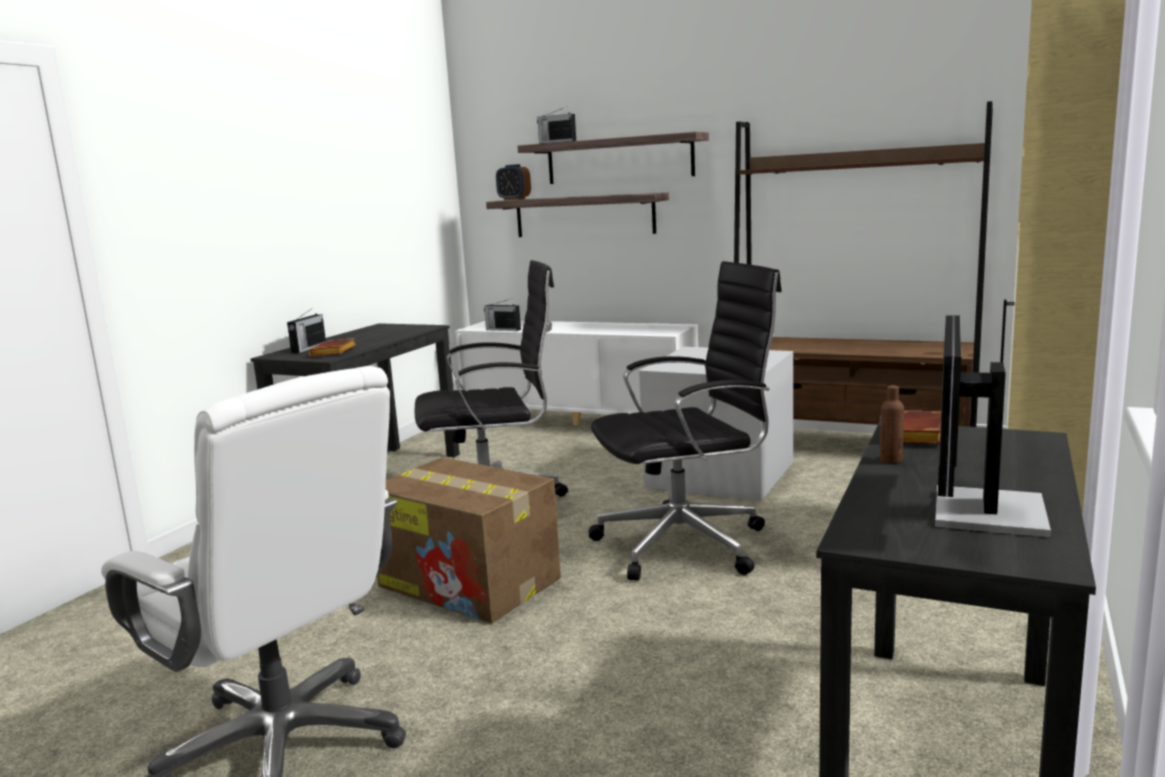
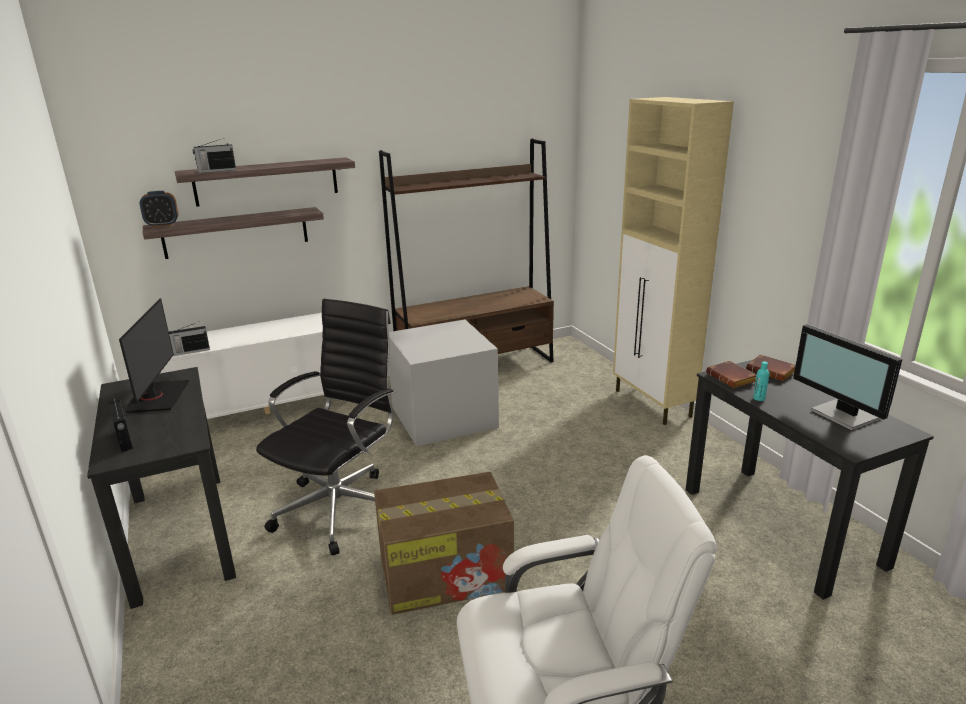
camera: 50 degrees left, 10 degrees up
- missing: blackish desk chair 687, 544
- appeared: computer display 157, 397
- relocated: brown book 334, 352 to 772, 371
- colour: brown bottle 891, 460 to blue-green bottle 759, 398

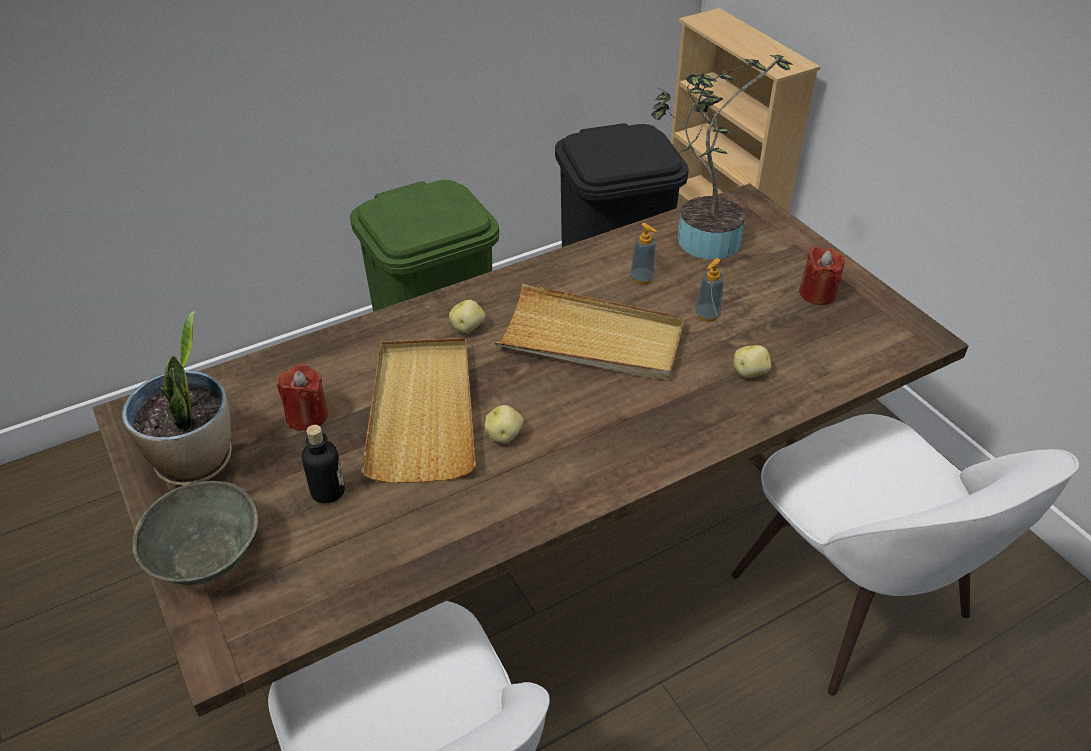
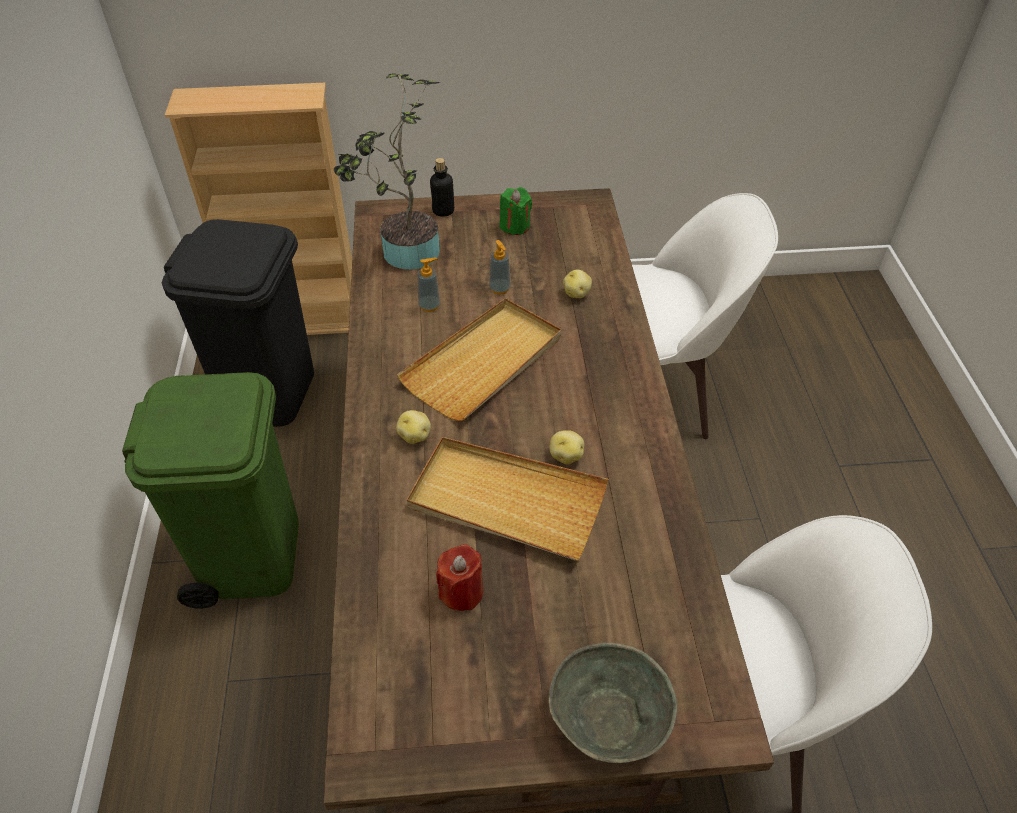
camera: 65 degrees left, 5 degrees up
- missing: houseplant 196, 461
- relocated: bottle 328, 491 to 443, 211
- colour: reddish wax candle 817, 293 to green-coloured wax candle 515, 226

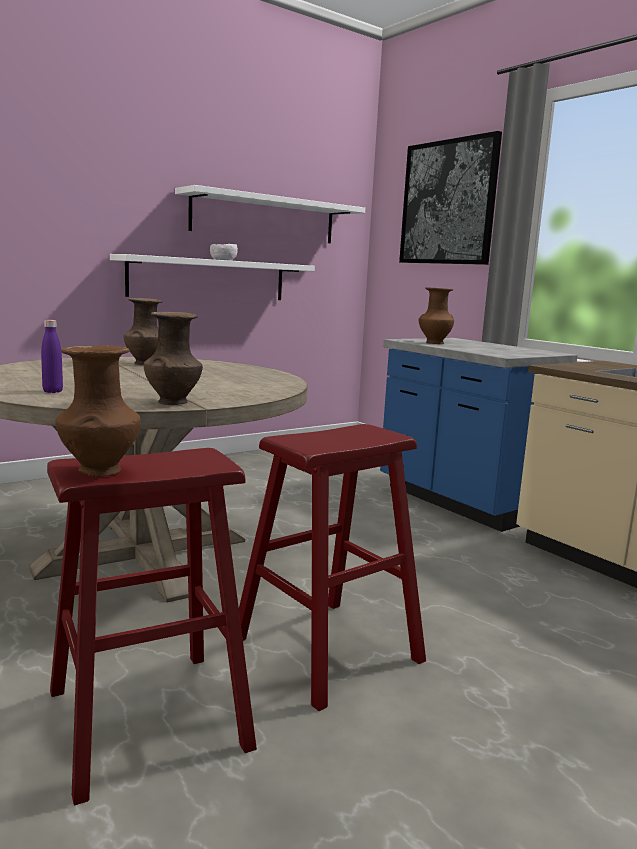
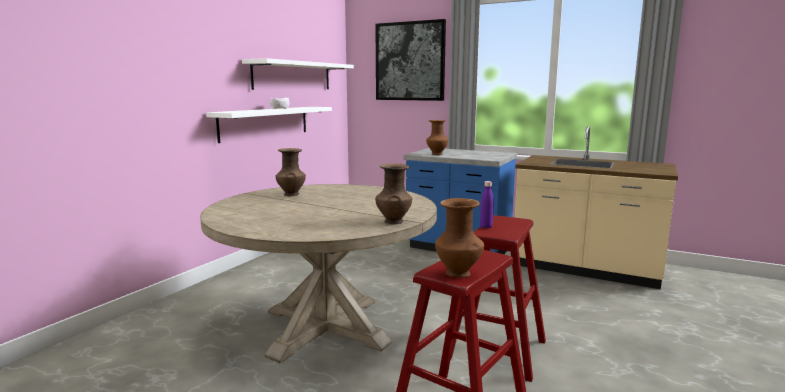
camera: 25 degrees left, 0 degrees up
- relocated: purplish bottle 52, 391 to 486, 227

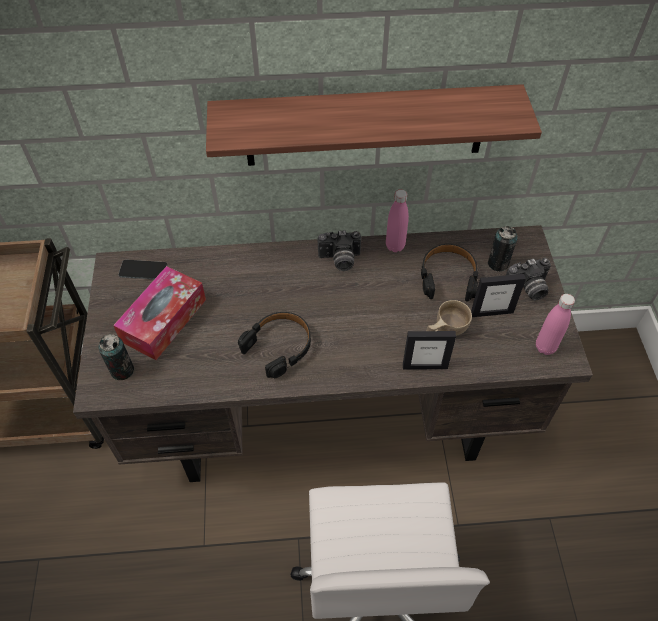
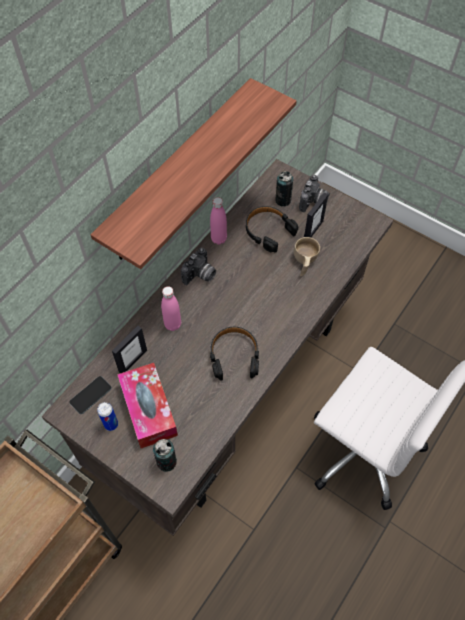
camera: 50 degrees left, 5 degrees up
- appeared: metal can 111, 424
- relocated: picture frame 425, 366 to 133, 361
- relocated: pink bottle 545, 347 to 173, 324

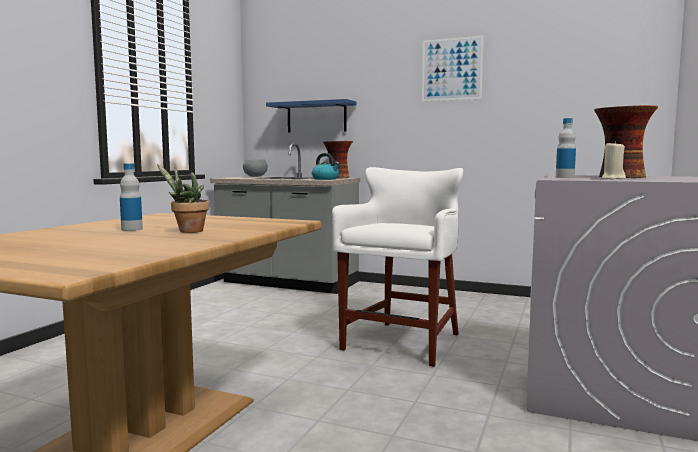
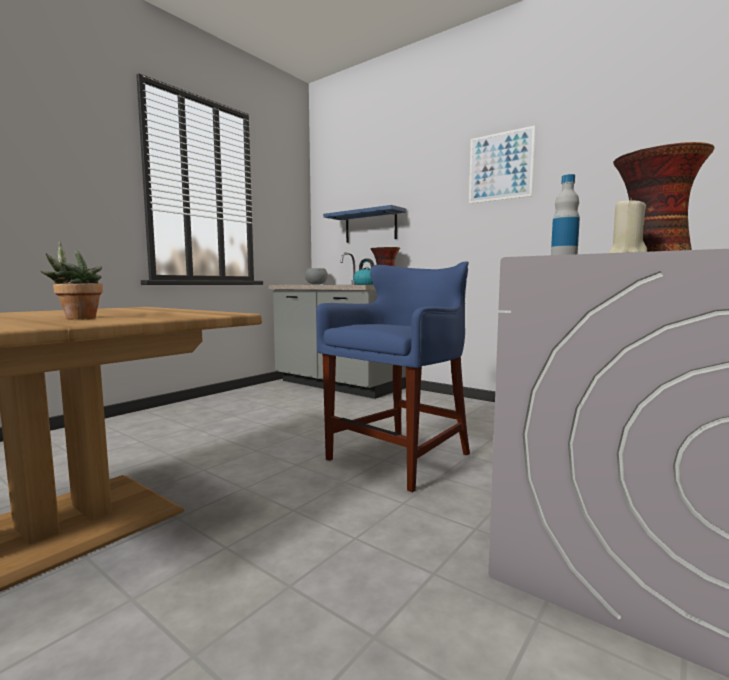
camera: 15 degrees right, 0 degrees up
- missing: bottle 132, 229
- colour: white-coloured sitting stool 403, 343 to bluish sitting stool 399, 458

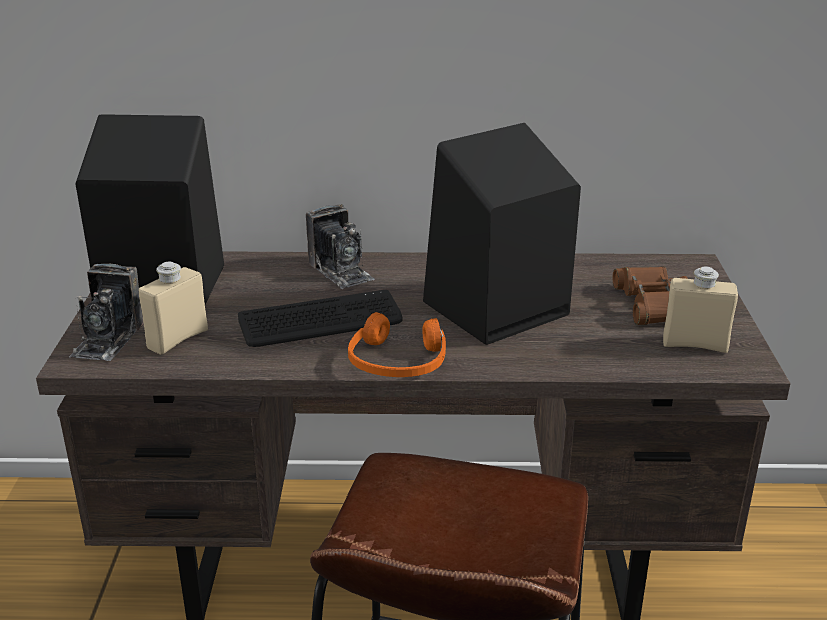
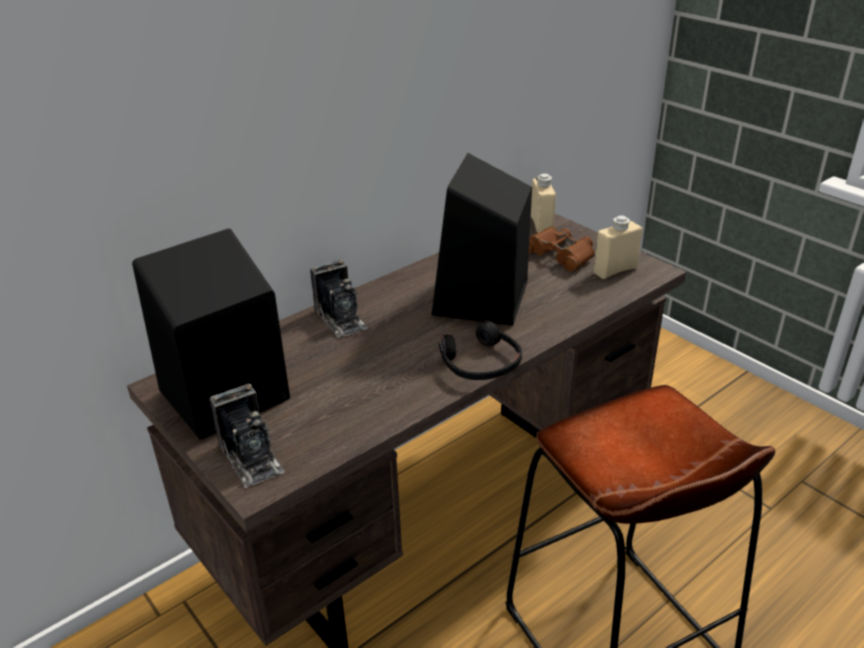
camera: 40 degrees left, 5 degrees up
- missing: computer keyboard 321, 321
- relocated: sand-coloured bottle 177, 339 to 541, 224
- colour: orange headphones 398, 361 to blackish headphones 480, 363
- spun: still camera 341, 271 = 341, 319 45 degrees clockwise

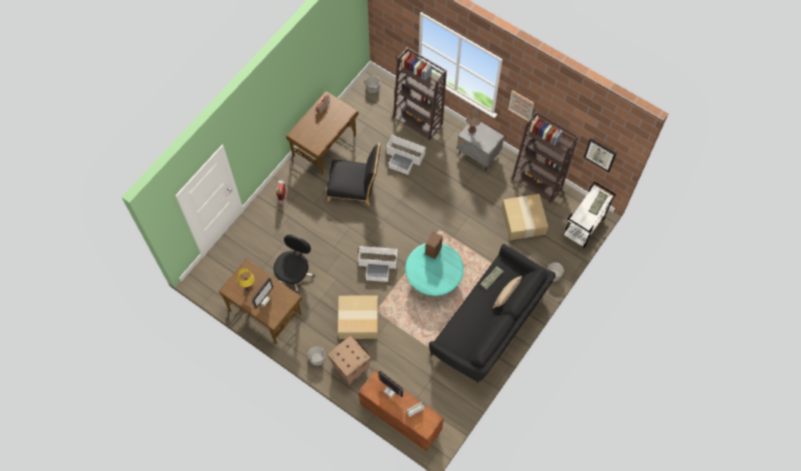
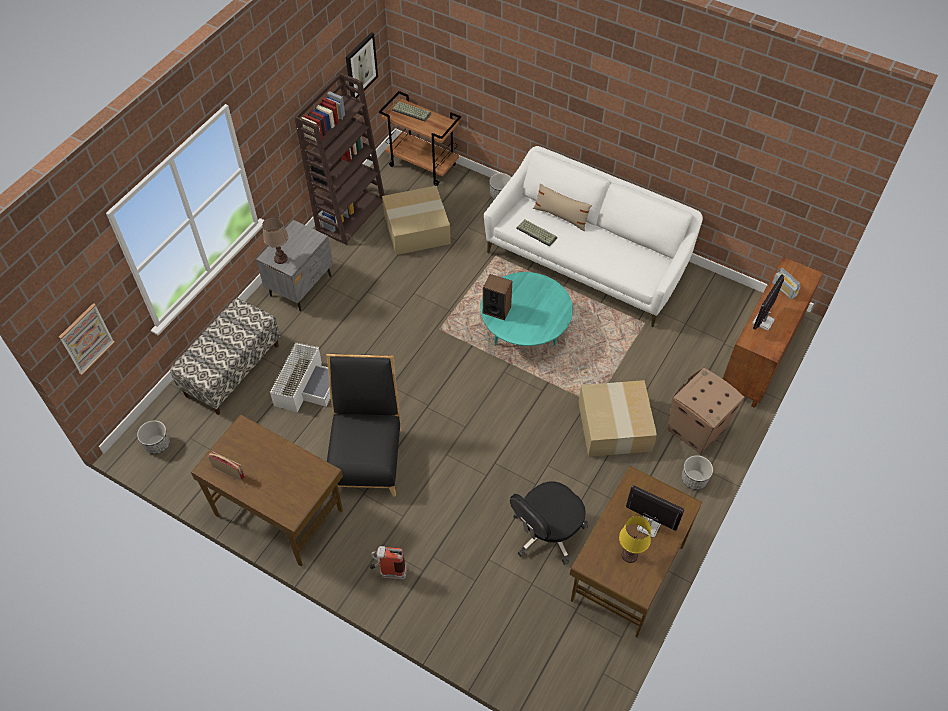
camera: 95 degrees left, 10 degrees down
- missing: white-coloured storage bin 378, 264
- relocated: picture 521, 105 to 86, 338
- exchanged: brown bookshelf 418, 121 to indoor bench 232, 370
- colour: blackish sofa 490, 324 to white-coloured sofa 587, 261
- colour: white-coloured wheeled cart 583, 228 to brown wheeled cart 423, 165
- spun: blackish desk chair 294, 274 = 546, 533 60 degrees counterclockwise

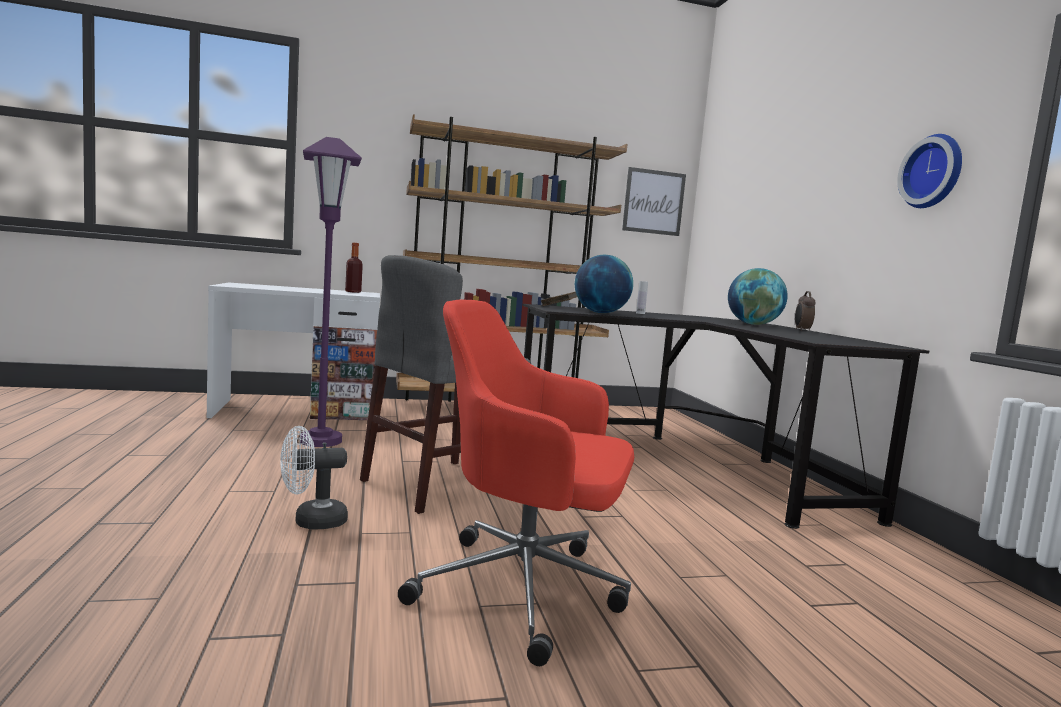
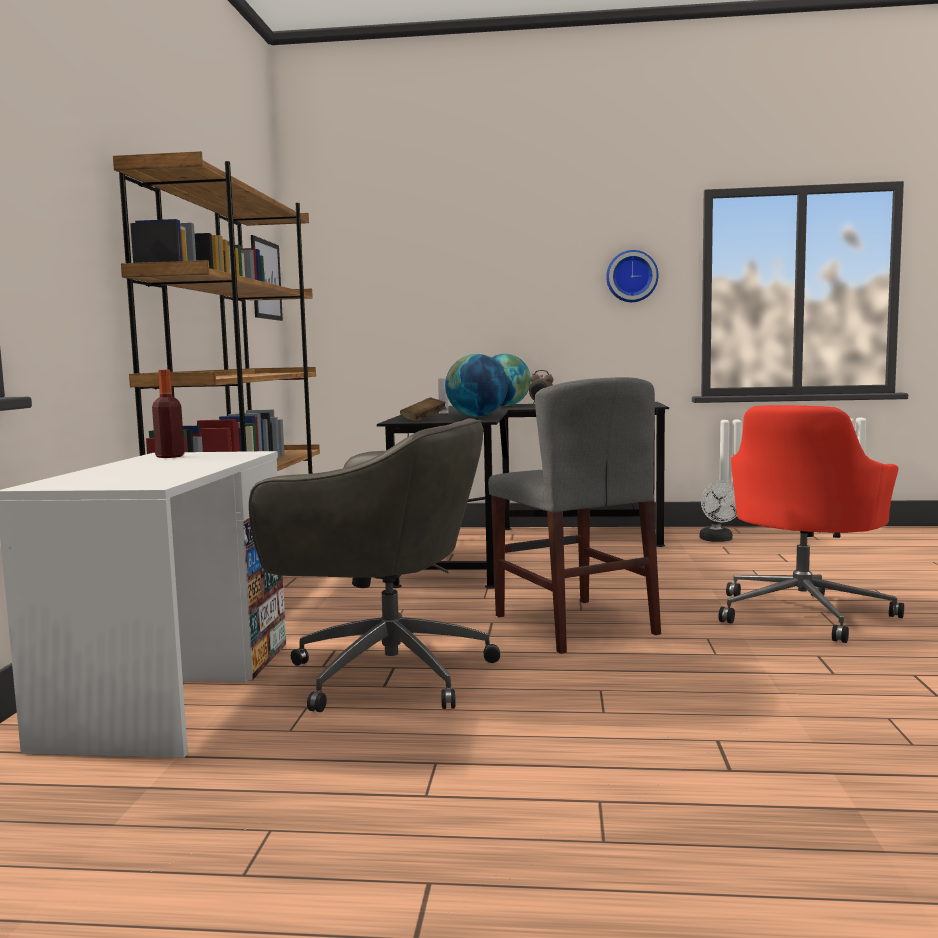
camera: 70 degrees left, 0 degrees up
- relocated: white-coloured electric fan 311, 521 to 718, 540
- exchanged: purplish floor lamp 320, 441 to greyish desk chair 384, 673

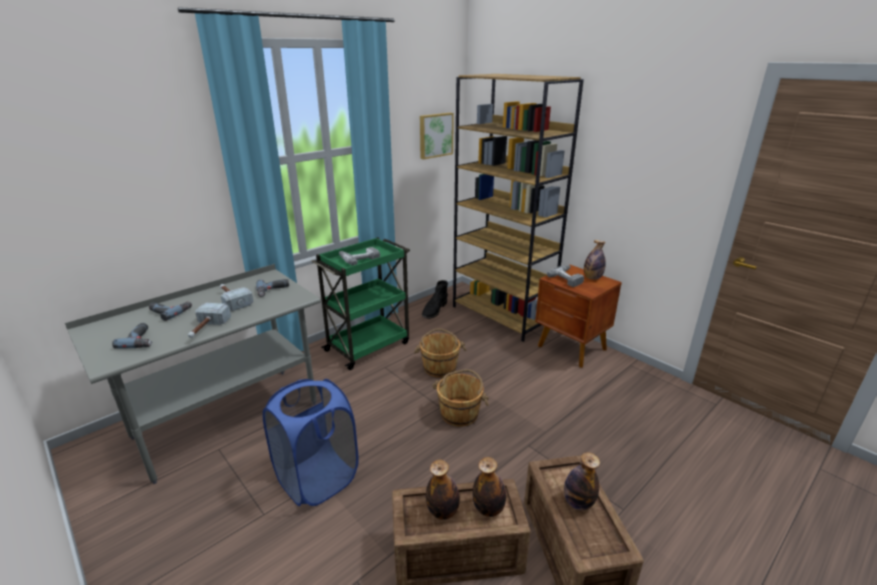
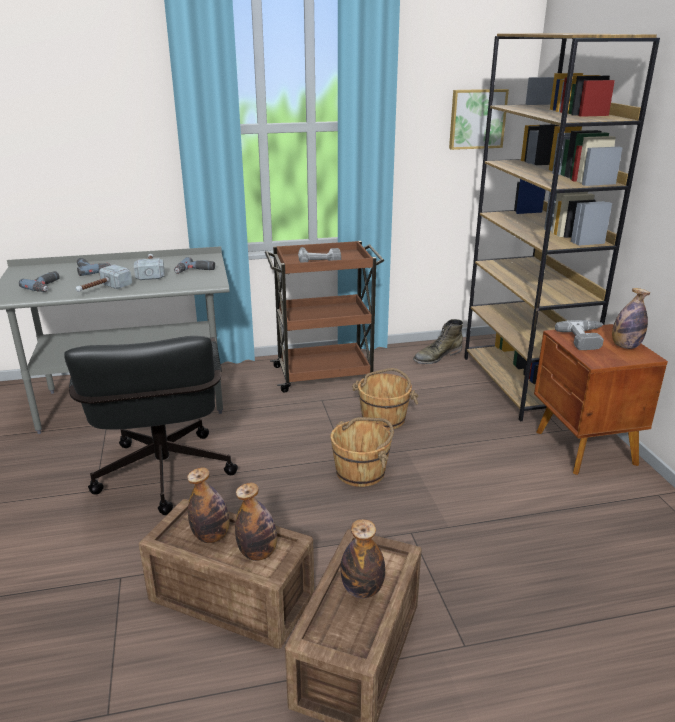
camera: 30 degrees right, 0 degrees up
- exchanged: bluish washing basket 317, 479 to blackish desk chair 164, 479
- colour: green-coloured wheeled cart 369, 346 to brown wheeled cart 324, 374
- colour: blackish high-top boot 434, 310 to green-coloured high-top boot 437, 356

